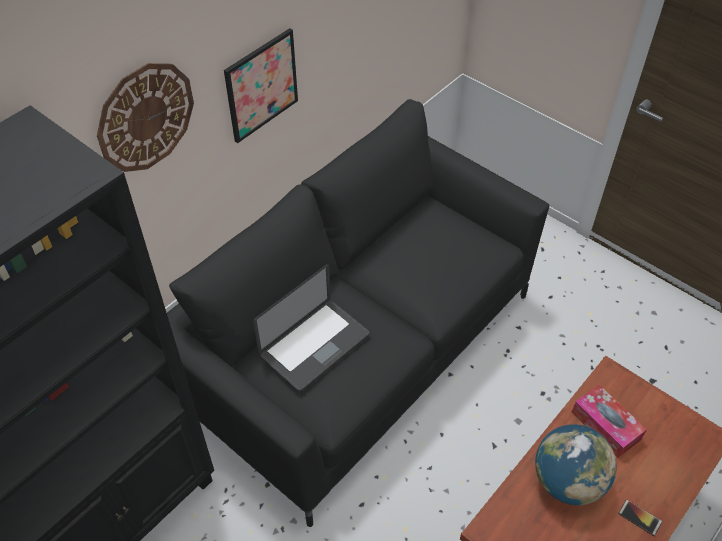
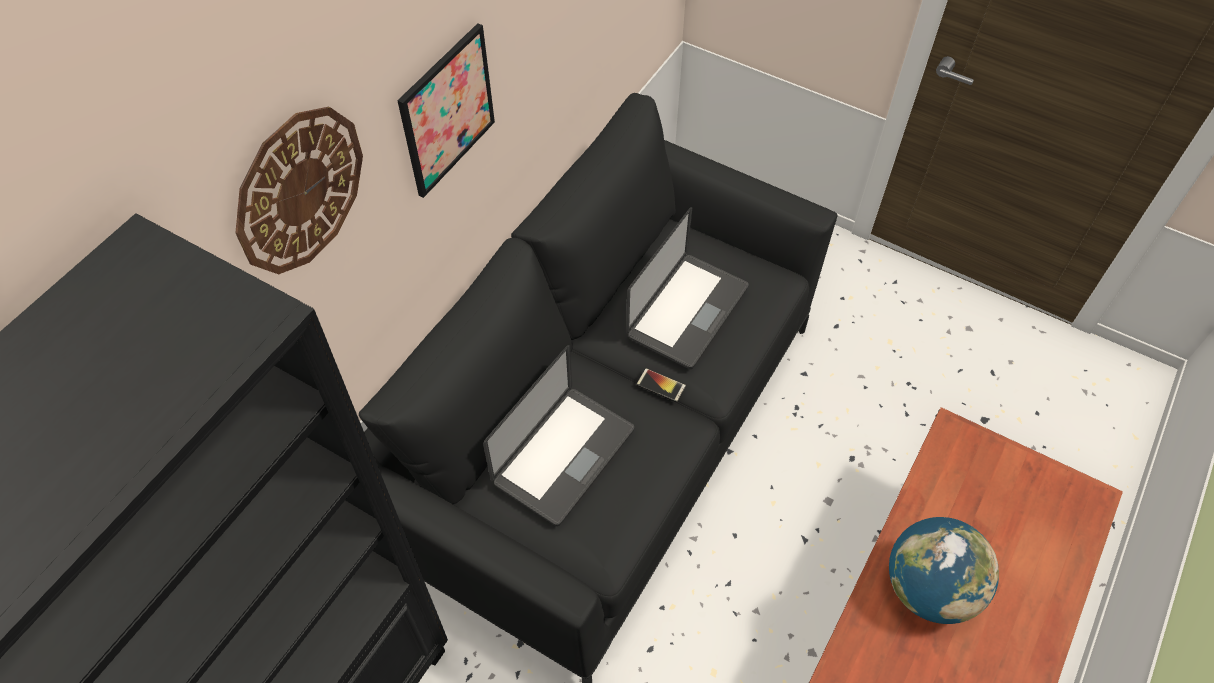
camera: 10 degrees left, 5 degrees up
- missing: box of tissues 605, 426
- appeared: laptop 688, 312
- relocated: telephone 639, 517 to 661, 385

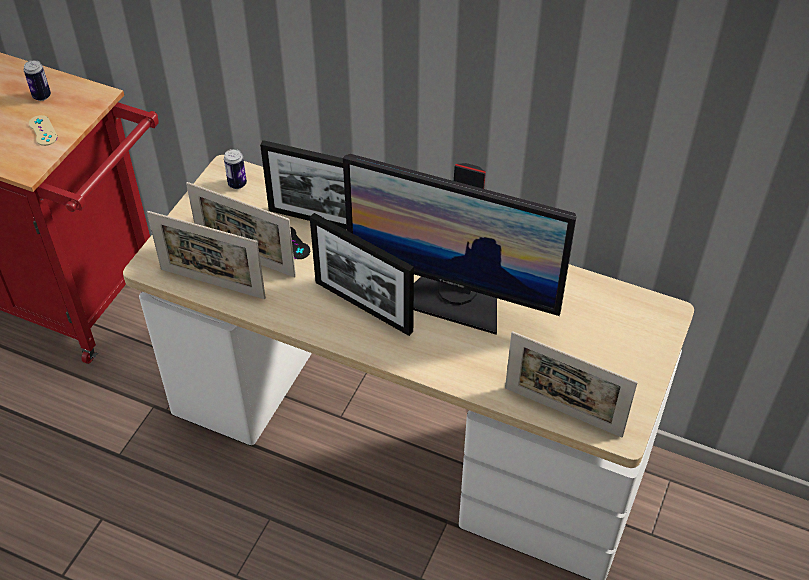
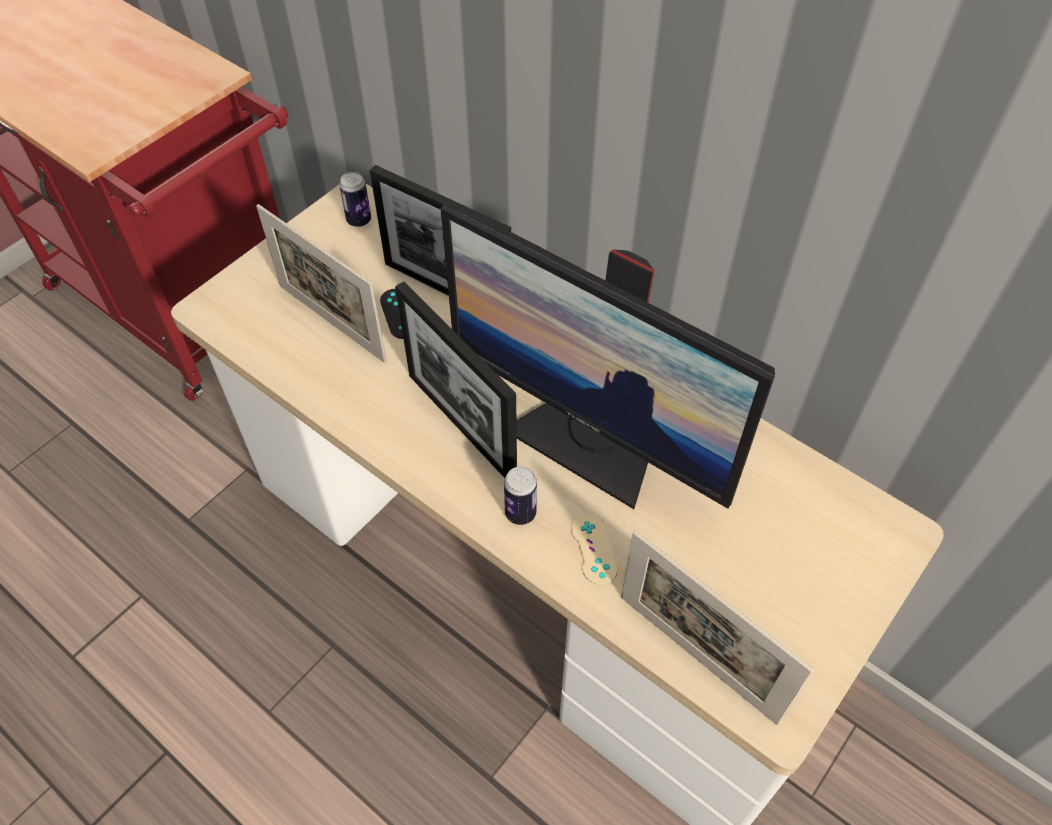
camera: 15 degrees right, 5 degrees up
- missing: picture frame 212, 283
- relocated: metal can 42, 96 to 520, 513
- relocated: sand-coloured joypad 43, 130 to 594, 549

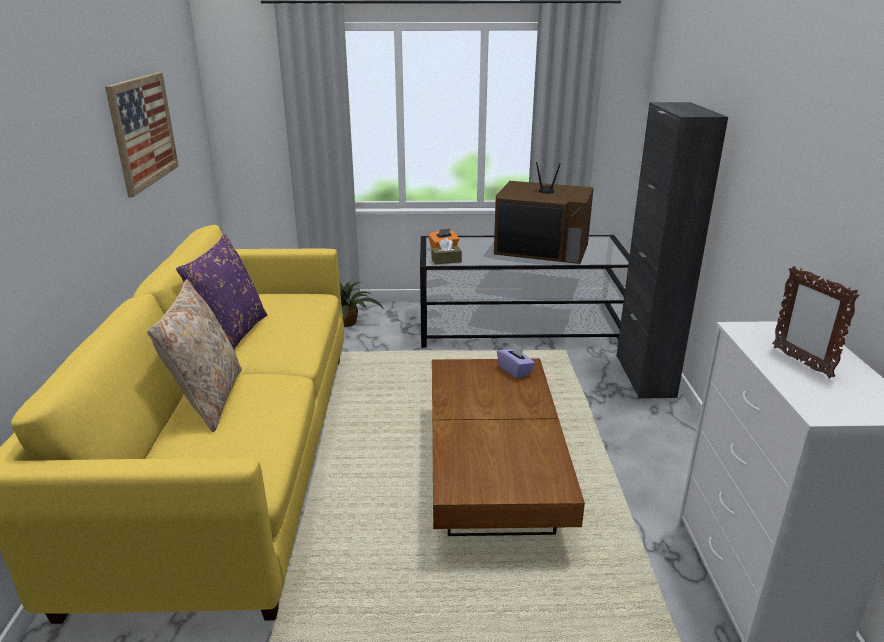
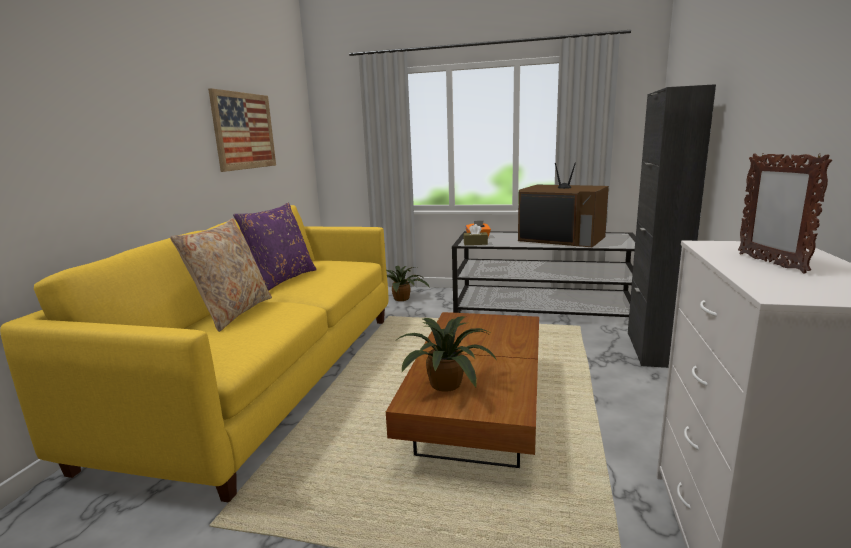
camera: 15 degrees right, 10 degrees down
- missing: purplish box of tissues 515, 371
- appeared: houseplant 448, 385

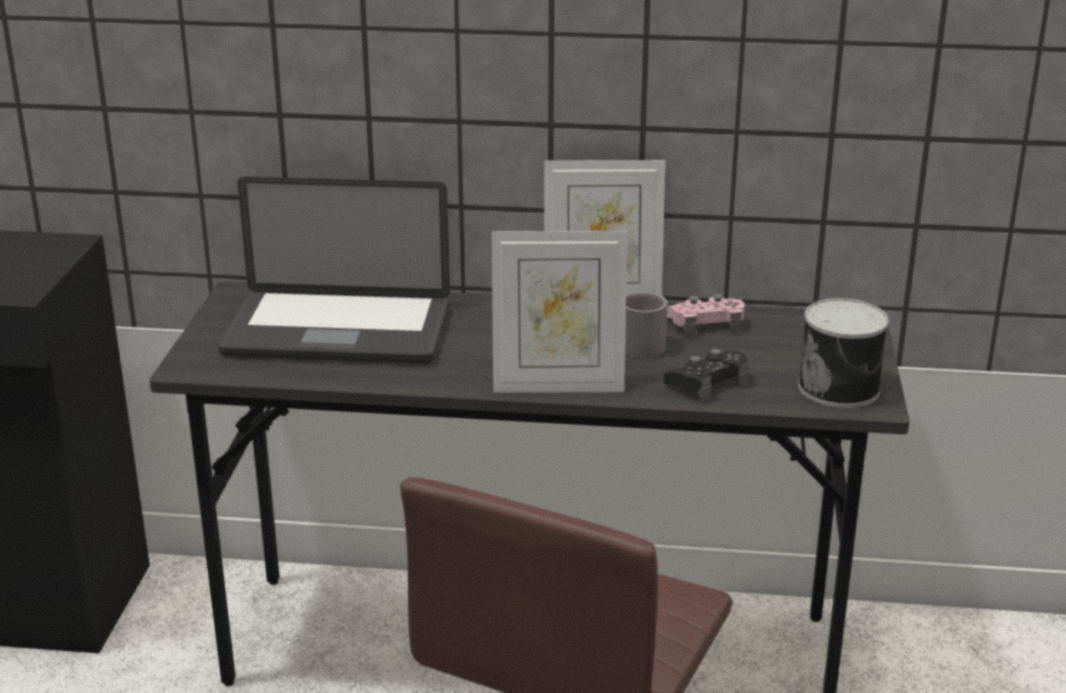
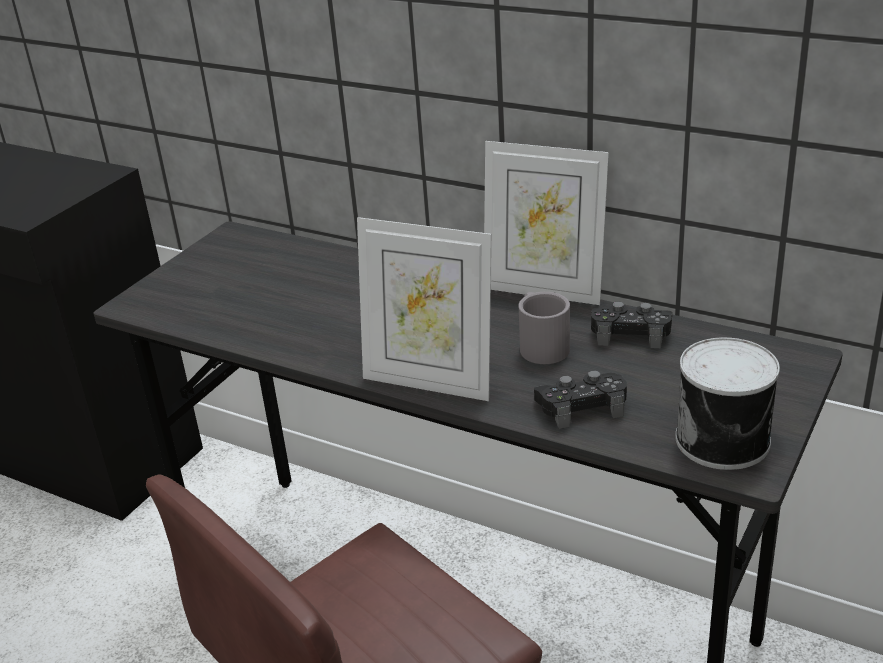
camera: 25 degrees right, 5 degrees up
- missing: laptop 338, 331
- colour: pink joypad 705, 324 to blackish joypad 630, 333

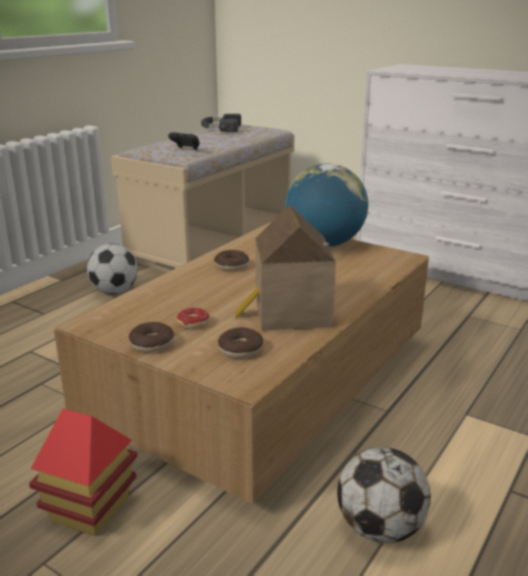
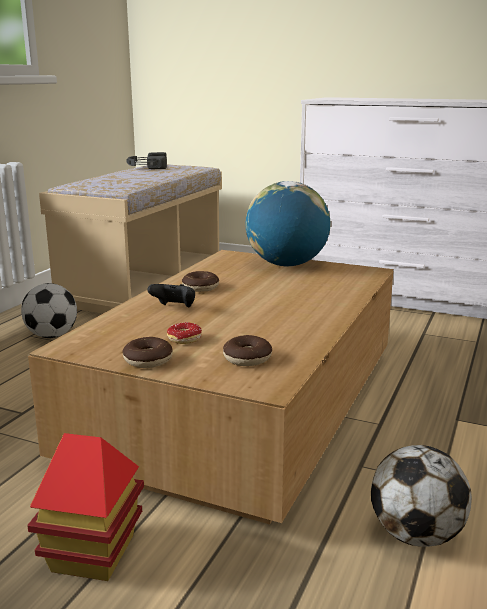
camera: 10 degrees left, 5 degrees down
- missing: miniature house 288, 313
- relocated: blackish joypad 186, 150 to 174, 308

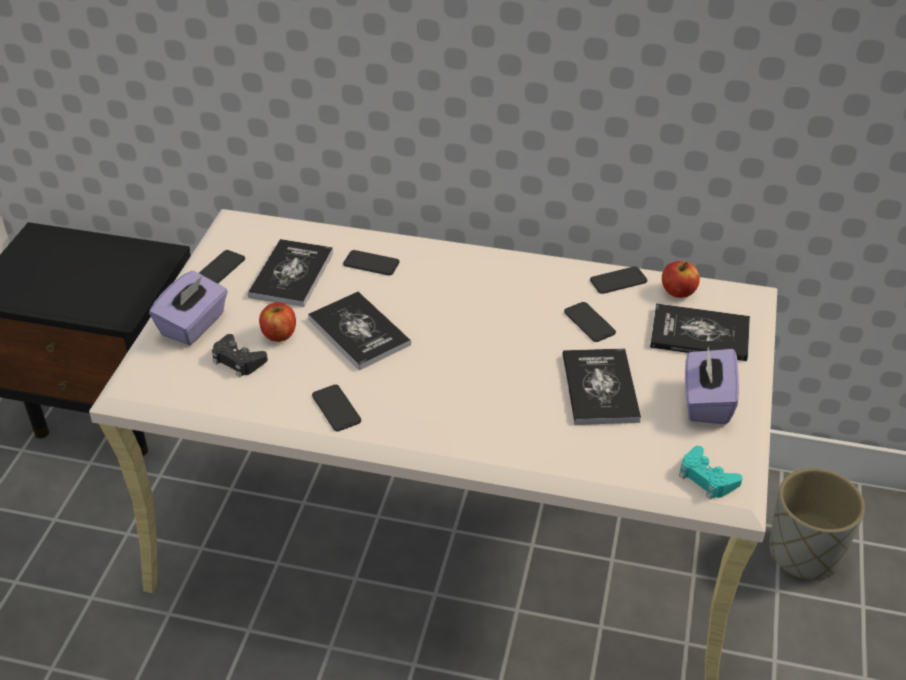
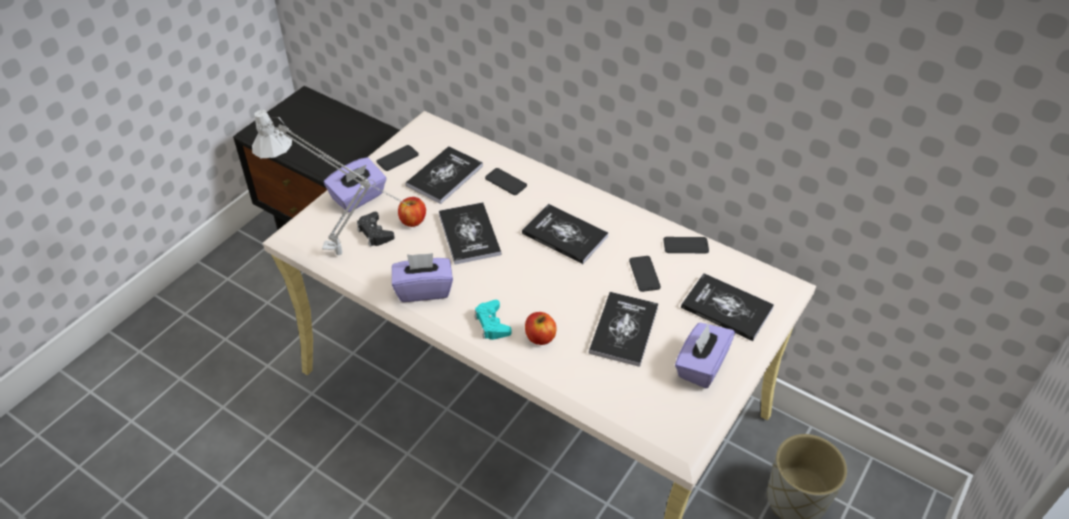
camera: 20 degrees right, 5 degrees up
- appeared: greyish table lamp 349, 255
- appeared: book 565, 235
- relocated: whole apple 678, 291 to 540, 337
- relocated: blue-green joypad 706, 478 to 492, 324
- exchanged: telephone 336, 408 to purplish box of tissues 423, 289

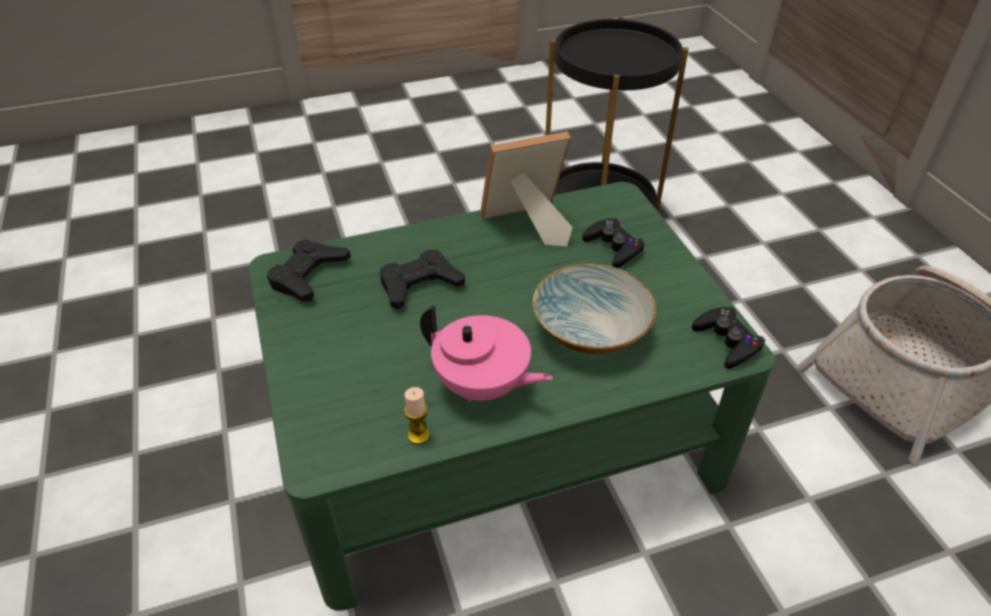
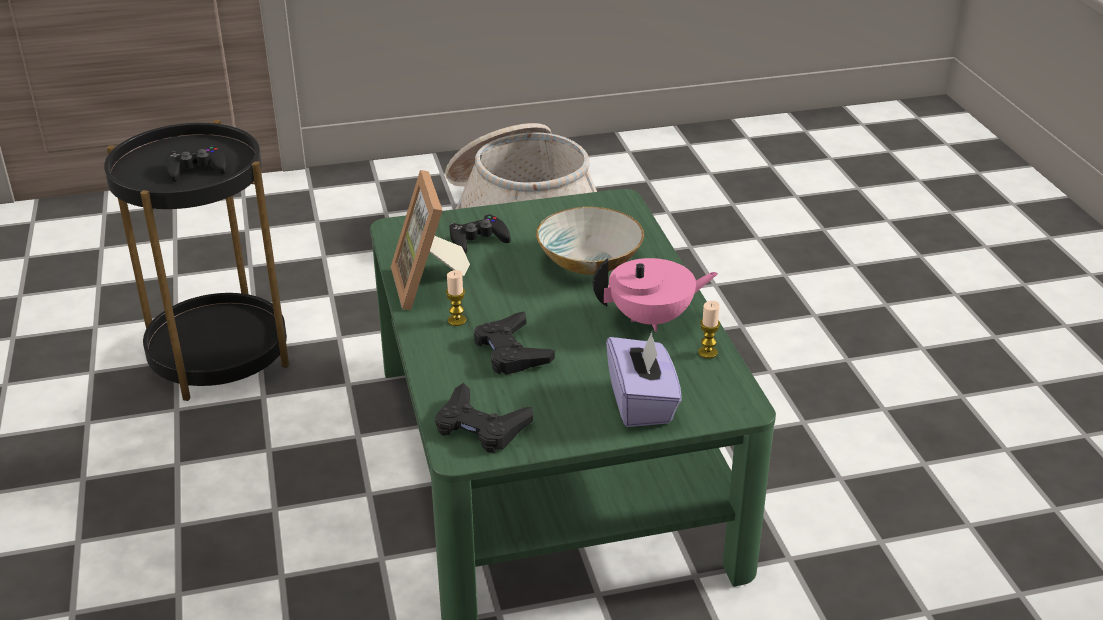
camera: 85 degrees left, 10 degrees down
- appeared: wax candle 457, 320
- appeared: purplish box of tissues 642, 403
- relocated: blackish joypad 727, 341 to 197, 169
- spun: pink teapot 482, 385 = 652, 319 45 degrees clockwise

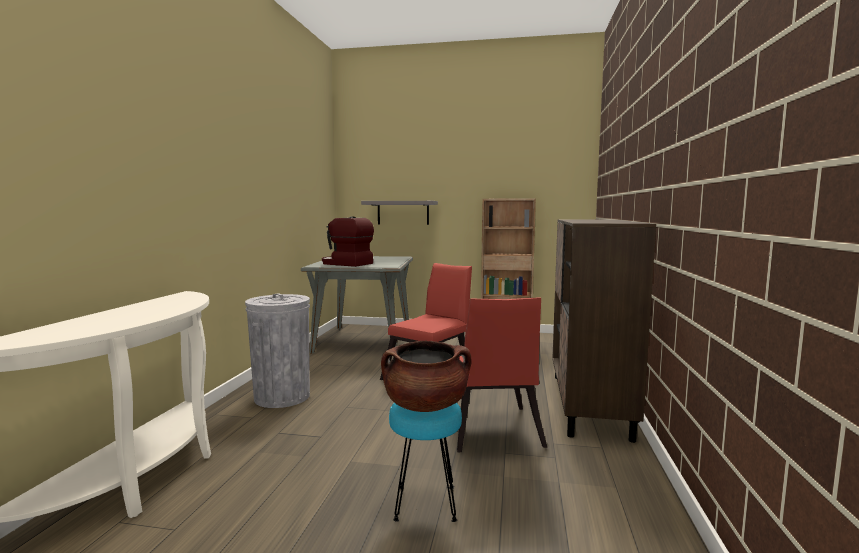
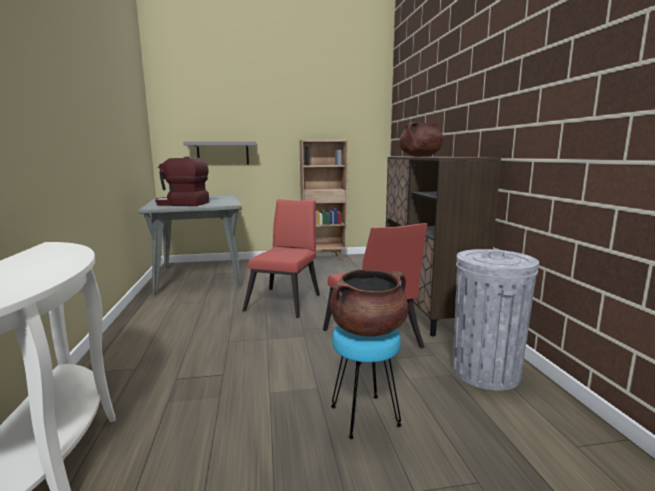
camera: 20 degrees left, 5 degrees up
- appeared: brown saucepot 420, 156
- relocated: greyish rubbish bin 282, 397 to 485, 372

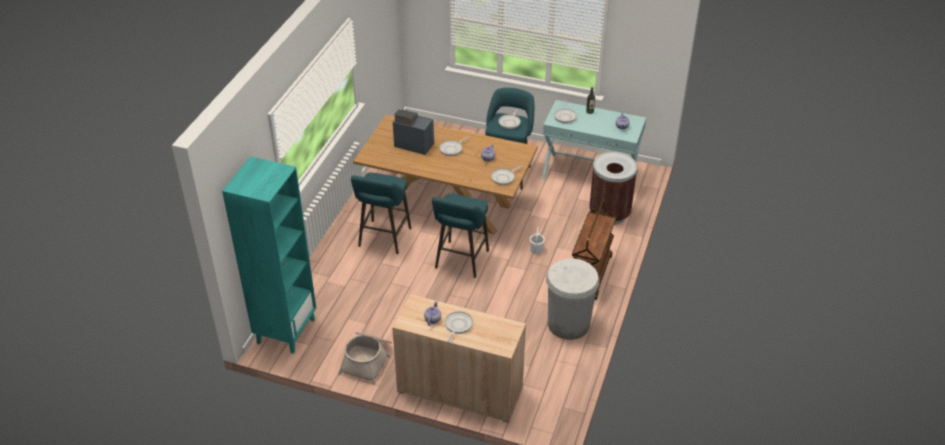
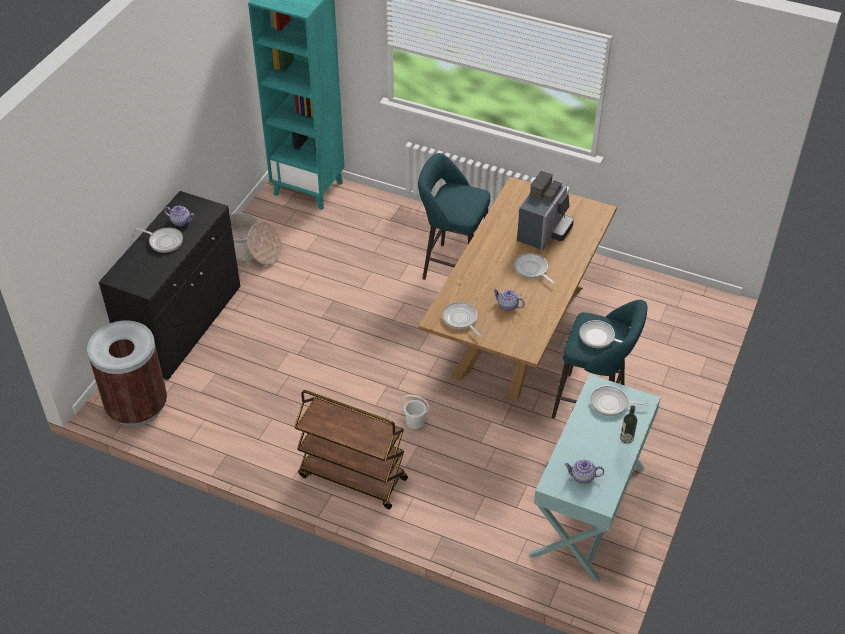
camera: 95 degrees right, 5 degrees up
- missing: blue-green sitting stool 460, 261
- missing: white-coloured rubbish bin 568, 324
- relocated: brown rubbish bin 609, 214 to 137, 406
- colour: sand-coloured storage cabinet 460, 390 to blackish storage cabinet 183, 325

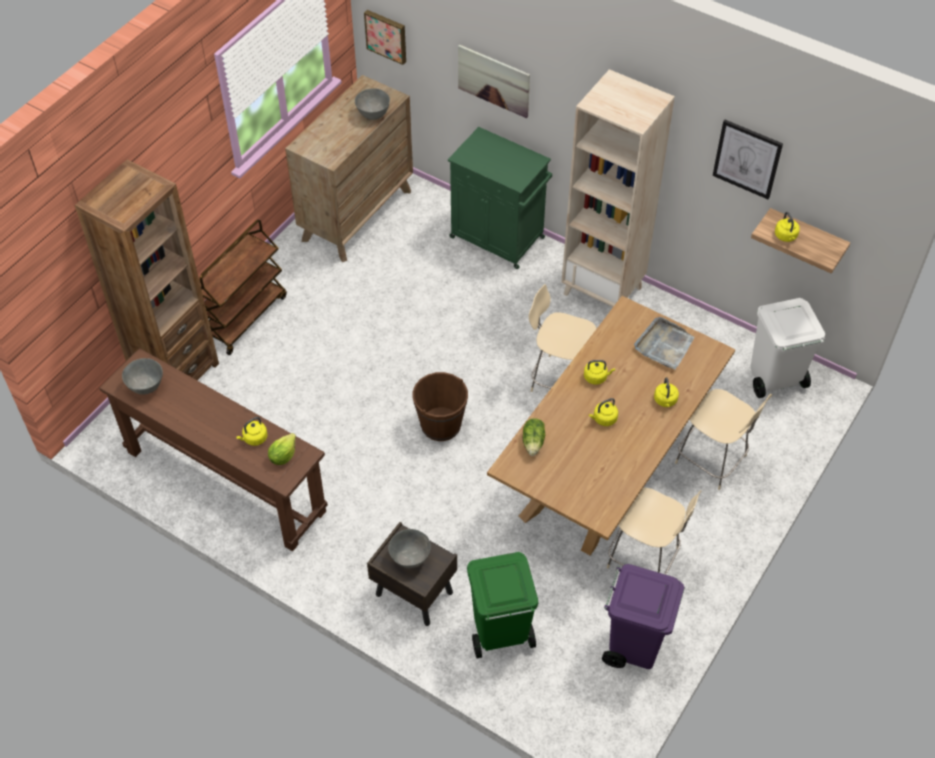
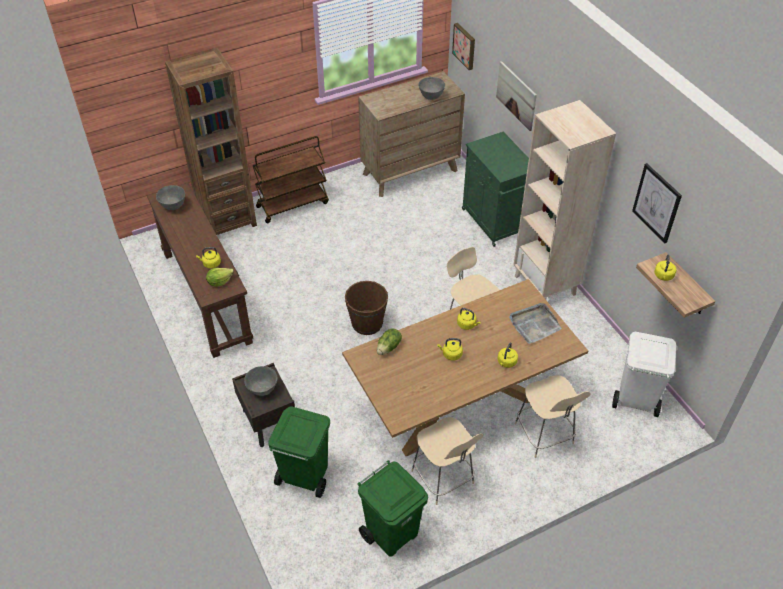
camera: 30 degrees right, 5 degrees down
- colour: purplish rubbish bin 634, 644 to green-coloured rubbish bin 392, 533

